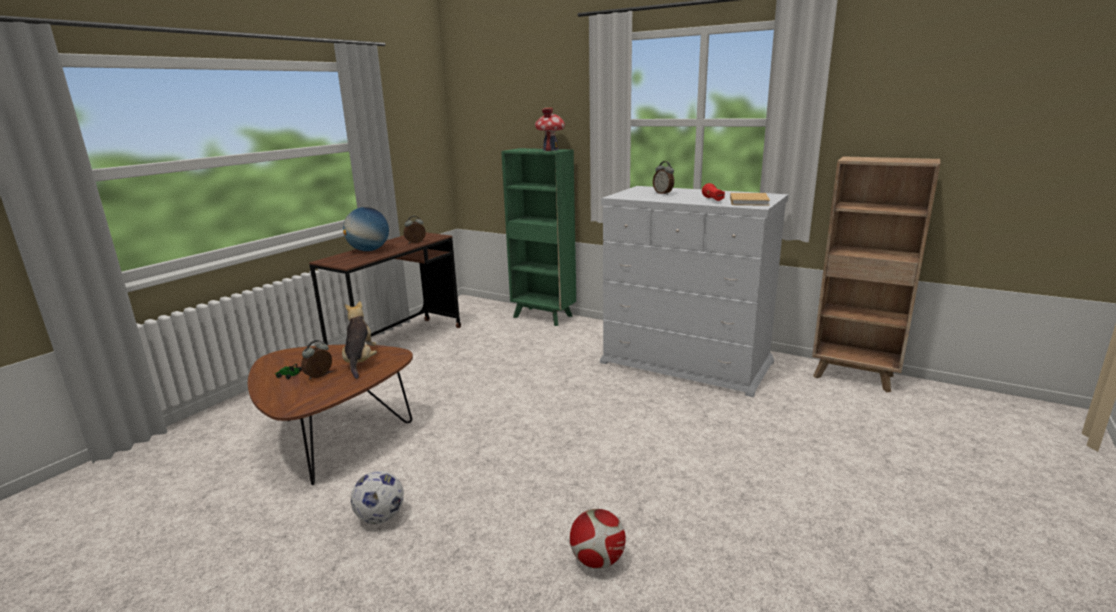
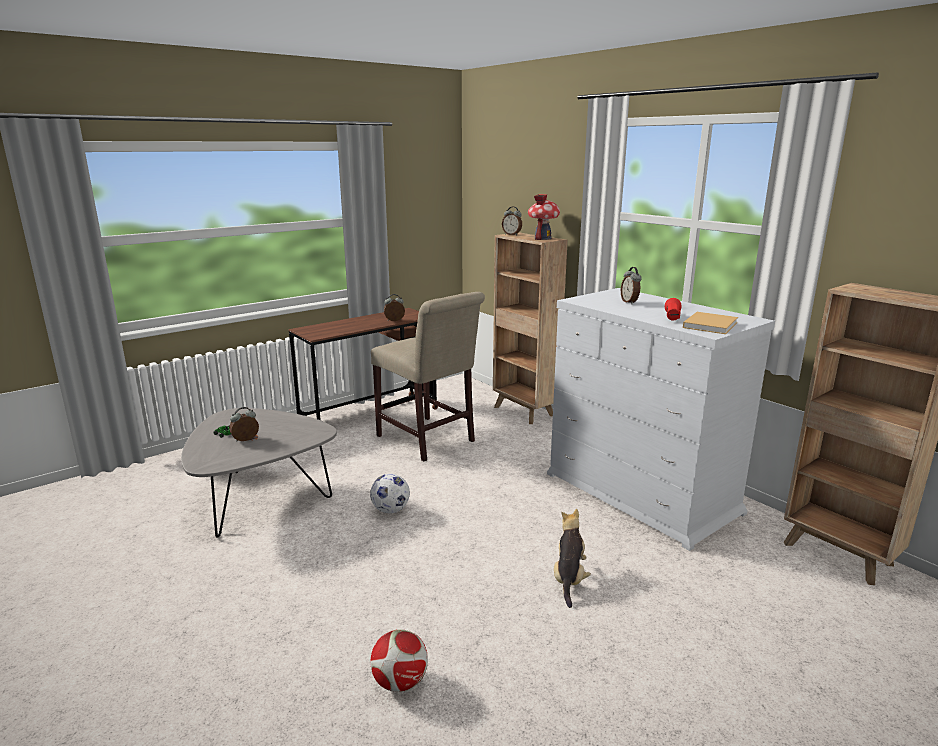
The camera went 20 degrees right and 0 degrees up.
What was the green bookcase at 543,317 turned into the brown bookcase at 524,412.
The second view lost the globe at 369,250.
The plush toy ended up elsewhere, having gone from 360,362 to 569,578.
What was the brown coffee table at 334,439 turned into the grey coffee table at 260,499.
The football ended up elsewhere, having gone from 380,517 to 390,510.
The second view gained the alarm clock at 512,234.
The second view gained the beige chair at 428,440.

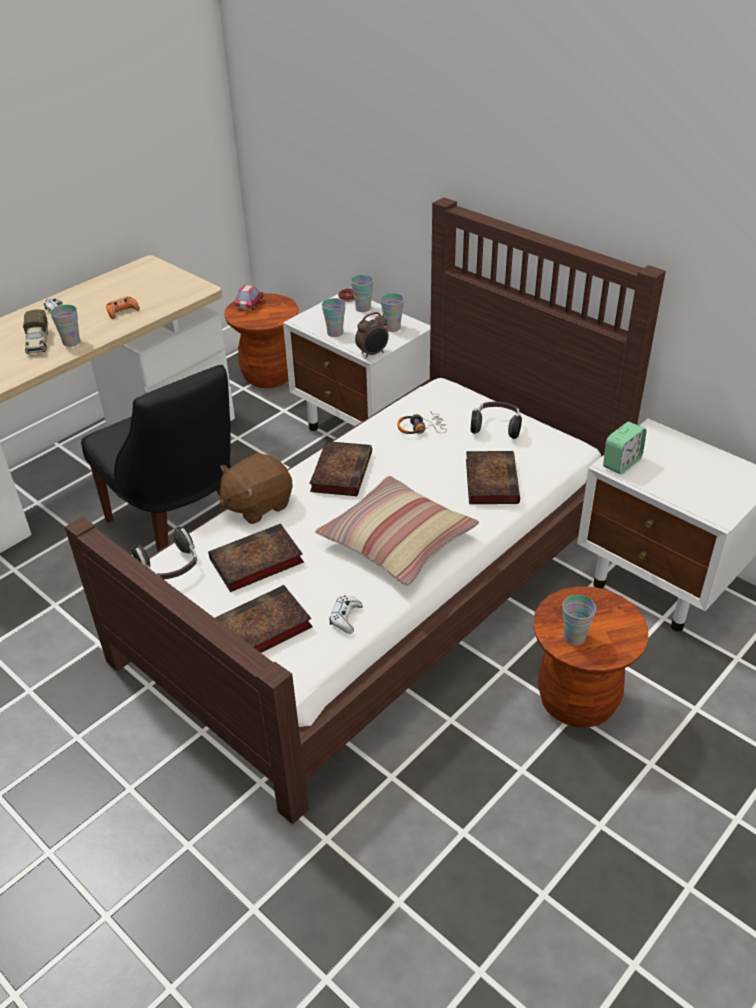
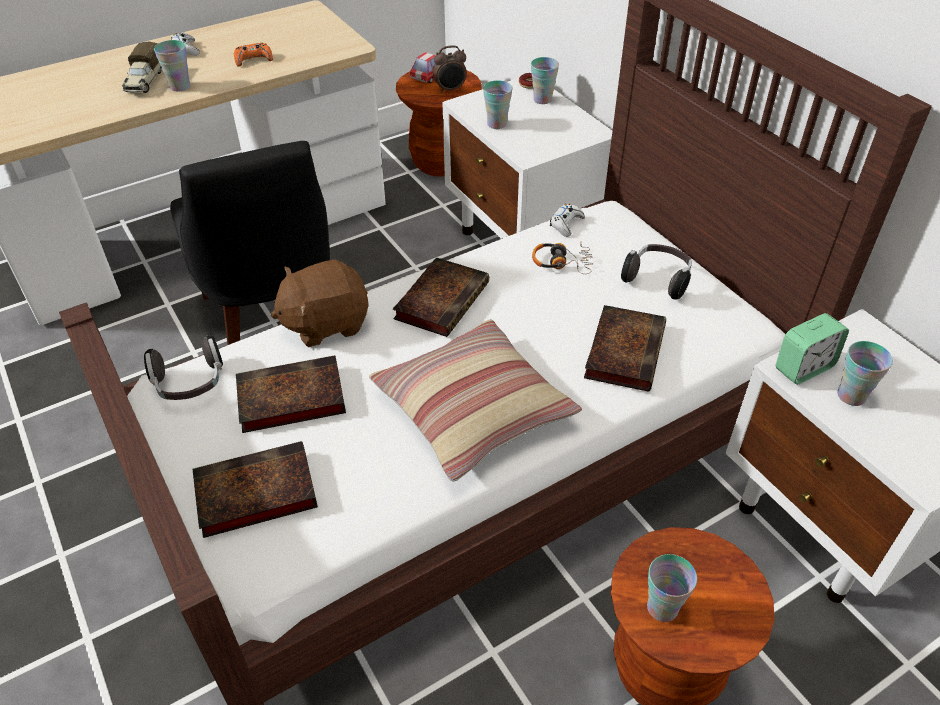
The camera went 15 degrees right and 5 degrees up.
The cup ended up elsewhere, having gone from 392,328 to 851,396.
The alarm clock ended up elsewhere, having gone from 373,354 to 450,90.
The white game controller ended up elsewhere, having gone from 345,617 to 566,224.

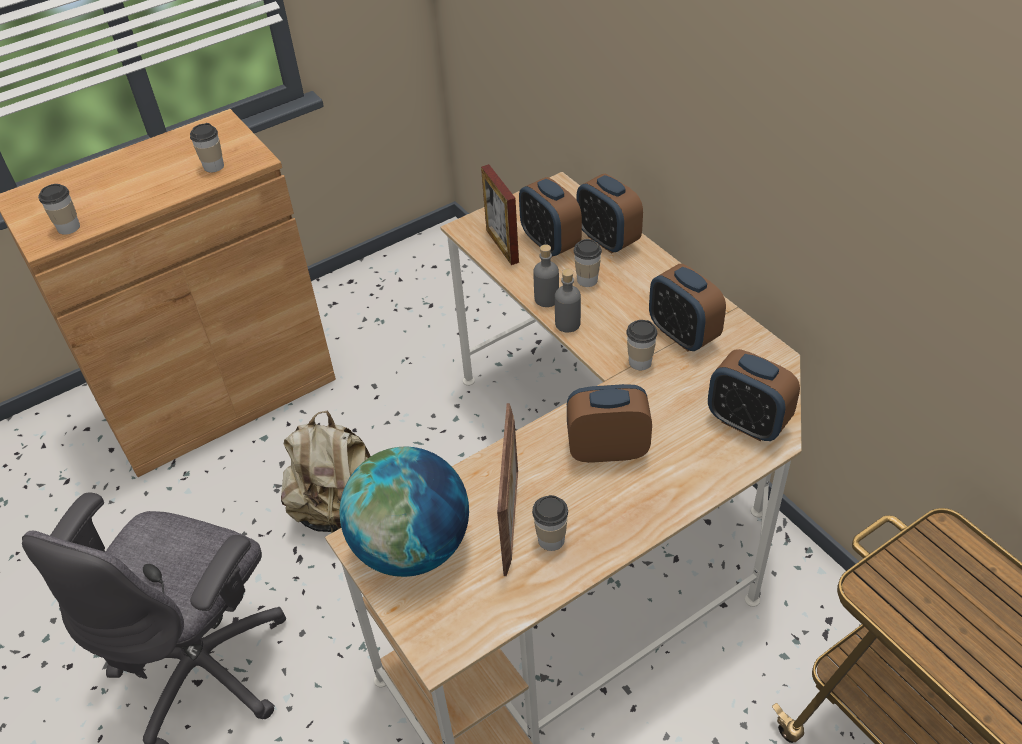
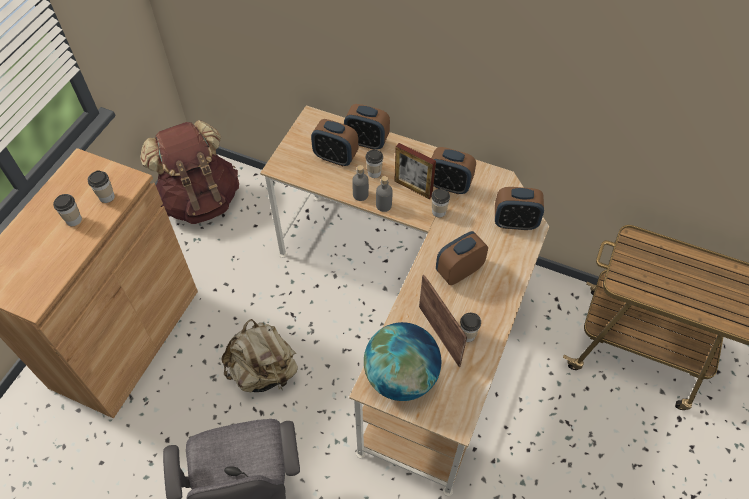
The camera went 35 degrees left and 10 degrees up.
The picture frame ended up elsewhere, having gone from 502,246 to 413,188.
The cup ended up elsewhere, having gone from 68,227 to 74,220.
The second view gained the brown backpack at 200,200.

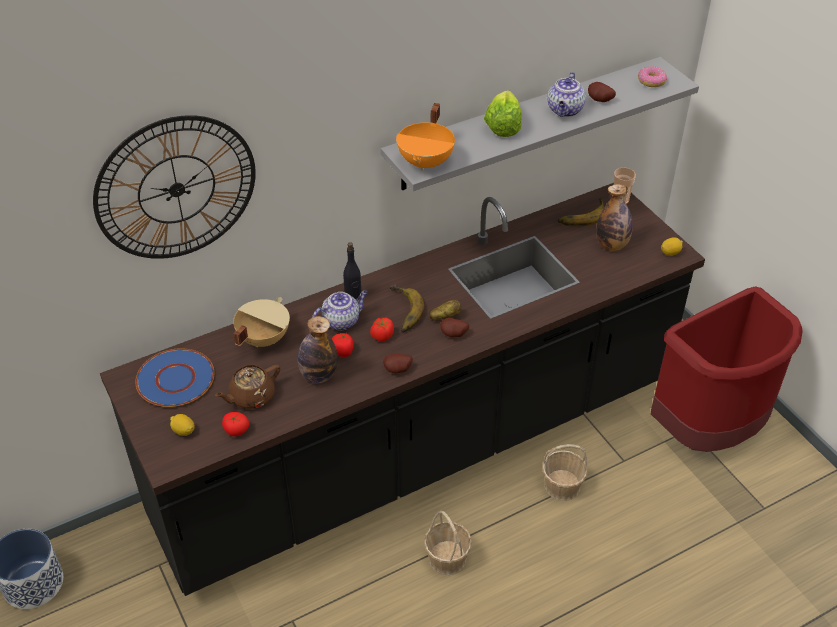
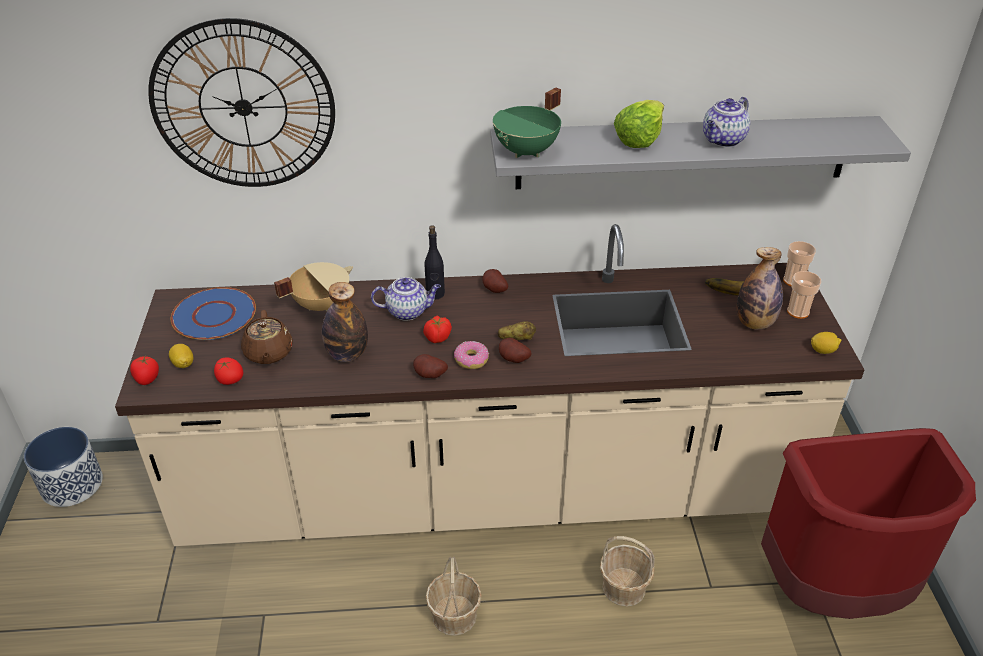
The camera went 25 degrees right and 5 degrees down.
The donut ended up elsewhere, having gone from 651,81 to 471,360.
The potato ended up elsewhere, having gone from 599,101 to 493,290.
What was the orange cooking pot at 426,162 turned into the green cooking pot at 527,152.
What was the black counter at 418,449 turned into the beige counter at 491,492.
The second view lost the banana at 401,311.
The tomato ended up elsewhere, having gone from 343,351 to 147,379.
The brown teapot at 251,396 ended up facing another way, 90 degrees counterclockwise from before.
The second view gained the cup at 798,312.

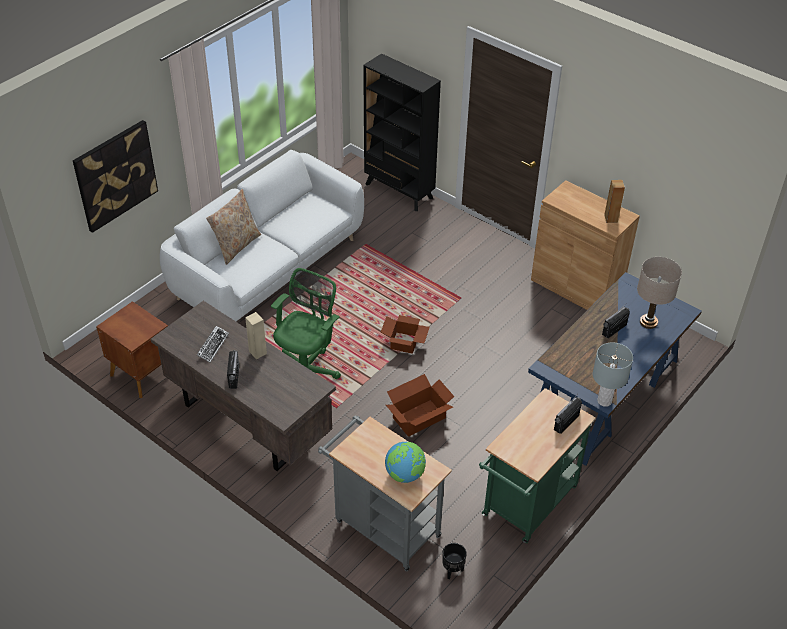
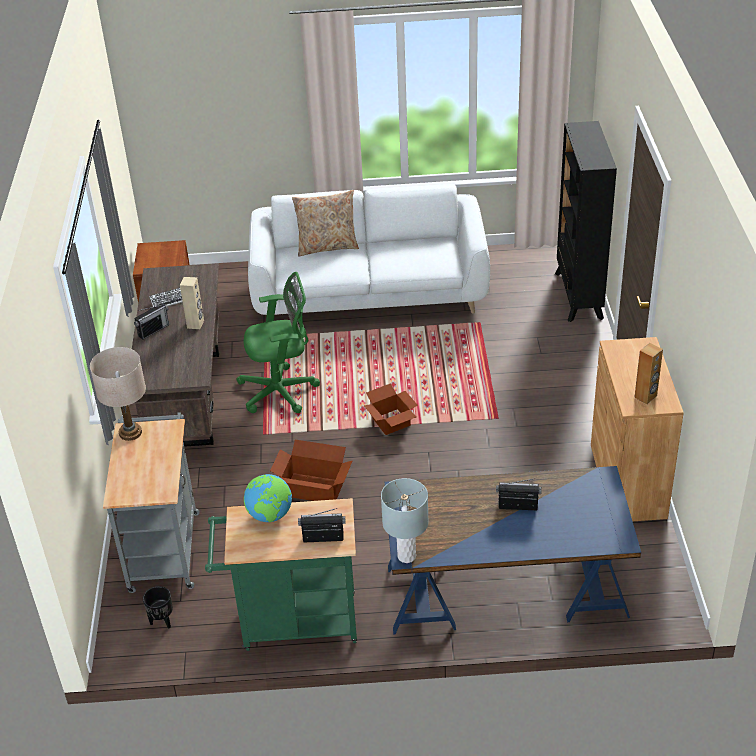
The camera went 50 degrees right and 5 degrees down.
The second view lost the picture at 115,175.
The beige table lamp ended up elsewhere, having gone from 648,322 to 130,432.
The globe ended up elsewhere, having gone from 405,474 to 270,515.

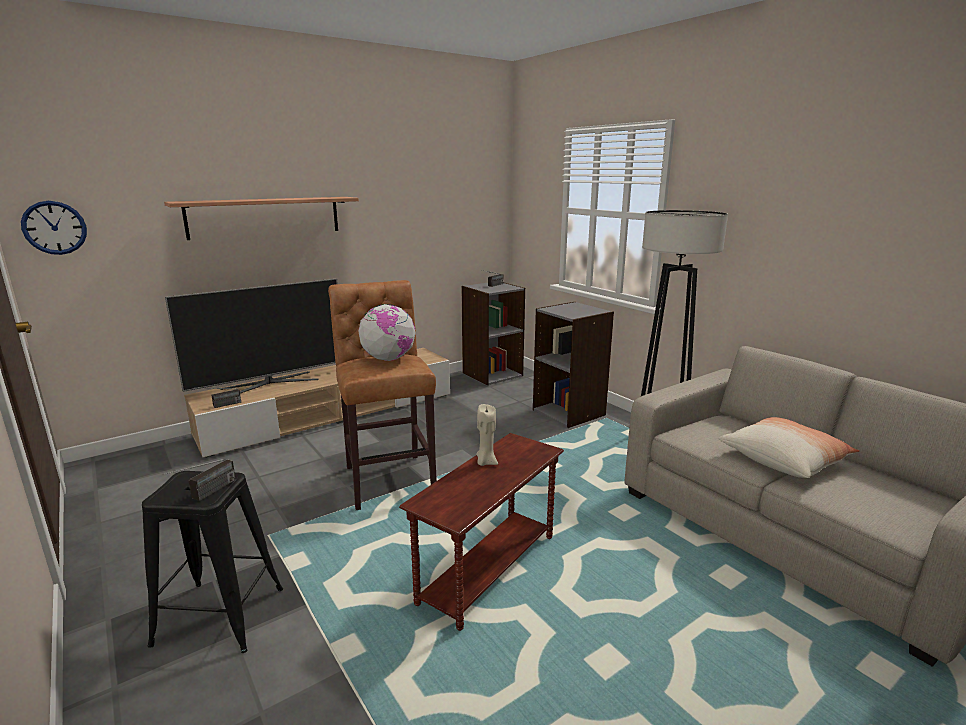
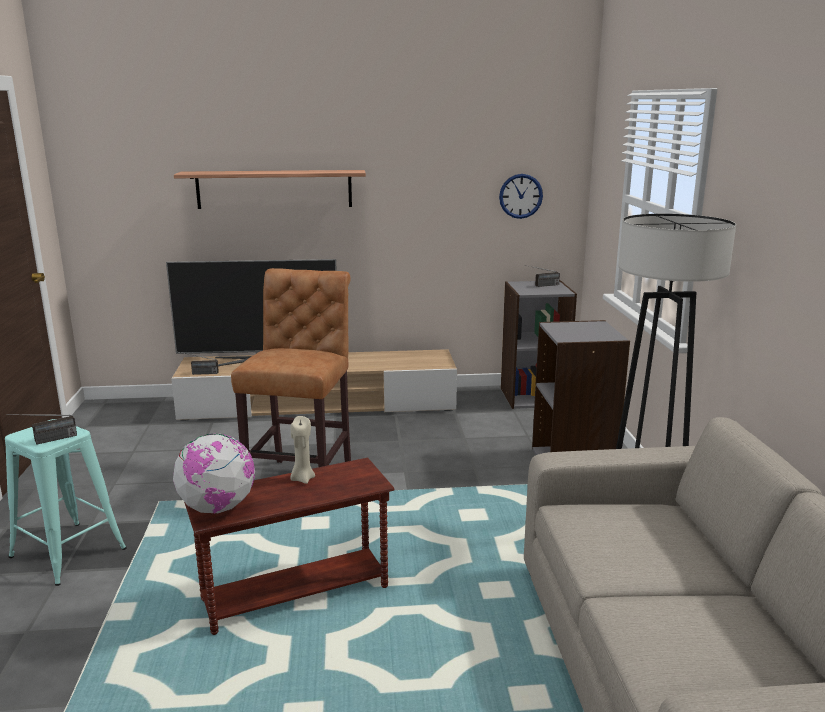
The camera went 30 degrees right and 0 degrees up.
The wall clock ended up elsewhere, having gone from 54,227 to 520,196.
The globe ended up elsewhere, having gone from 388,359 to 218,507.
The second view lost the pillow at 784,460.
What was the black stool at 219,616 turned into the turquoise stool at 68,552.

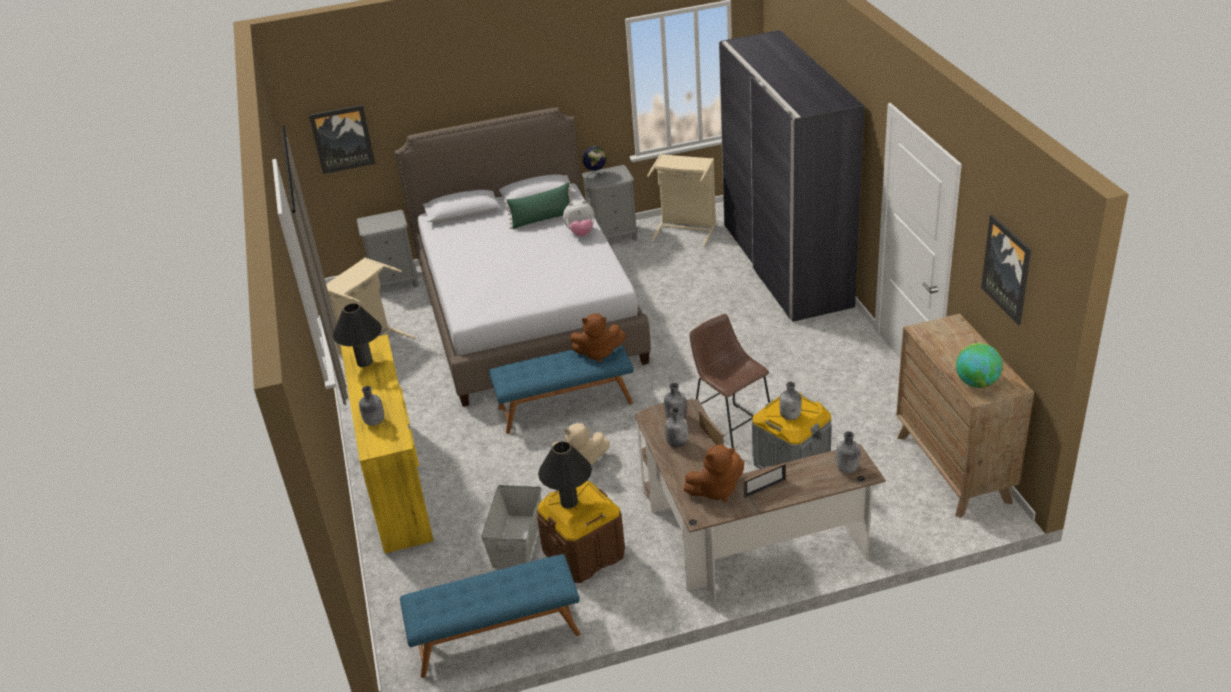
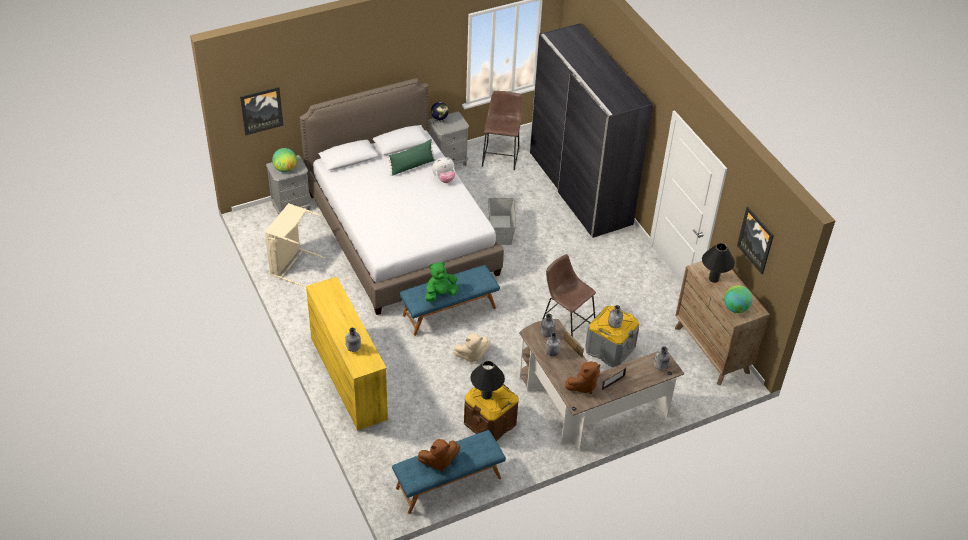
The camera went 15 degrees left and 10 degrees up.
Where the beige laundry basket stood at 686,229, the brown stool came to stand at 501,155.
The black table lamp ended up elsewhere, having gone from 365,362 to 714,278.
The brown plush toy ended up elsewhere, having gone from 598,353 to 438,461.
The grey storage box ended up elsewhere, having gone from 517,541 to 501,229.
The second view gained the globe at 285,169.
The second view gained the green plush toy at 440,294.

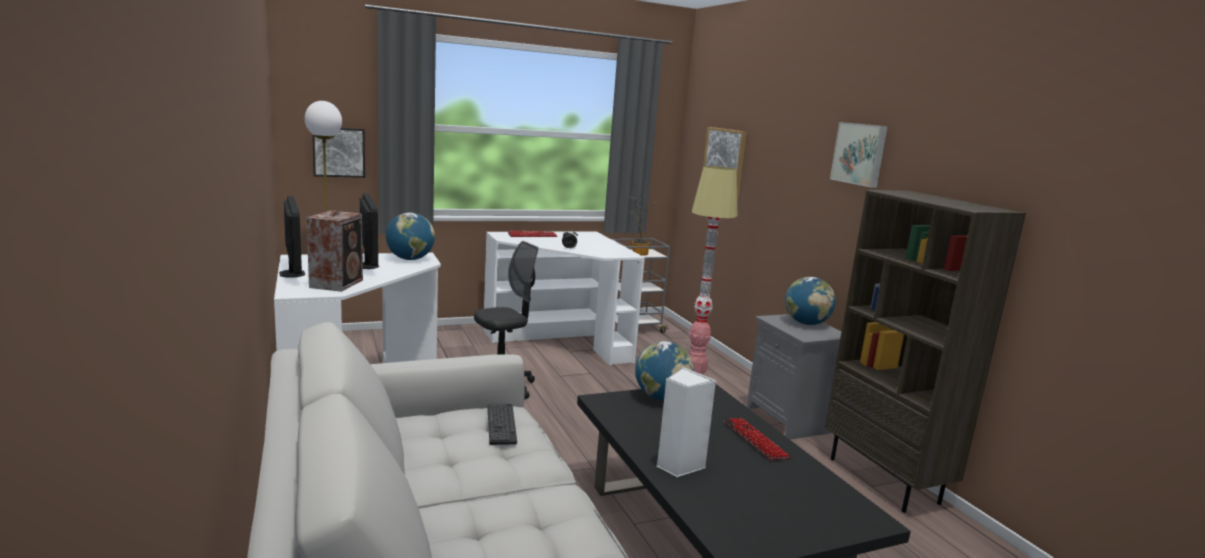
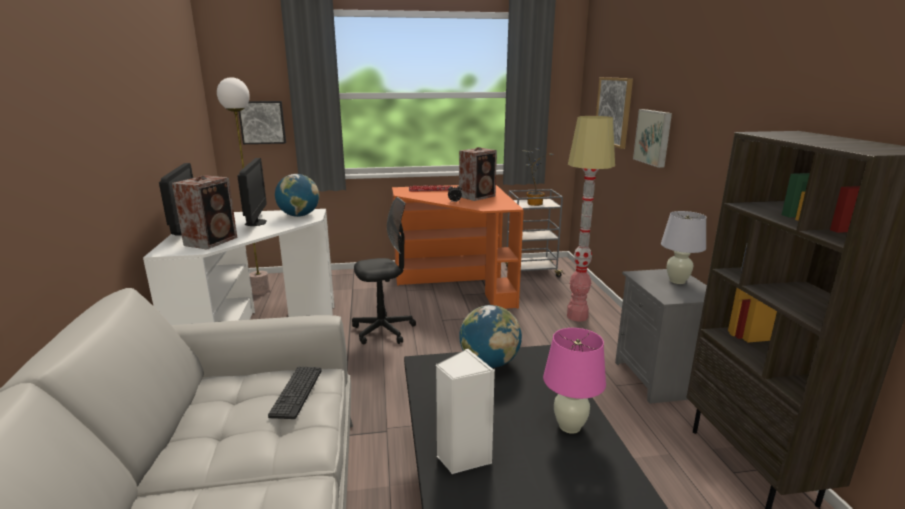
The camera went 15 degrees right and 5 degrees up.
The picture ended up elsewhere, having gone from 860,154 to 654,137.
What was the white desk at 560,341 turned into the orange desk at 458,285.
Where the globe stood at 806,323, the white table lamp came to stand at 677,281.
Where the keyboard stood at 755,440, the pink table lamp came to stand at 569,426.
The second view gained the speaker at 478,196.

